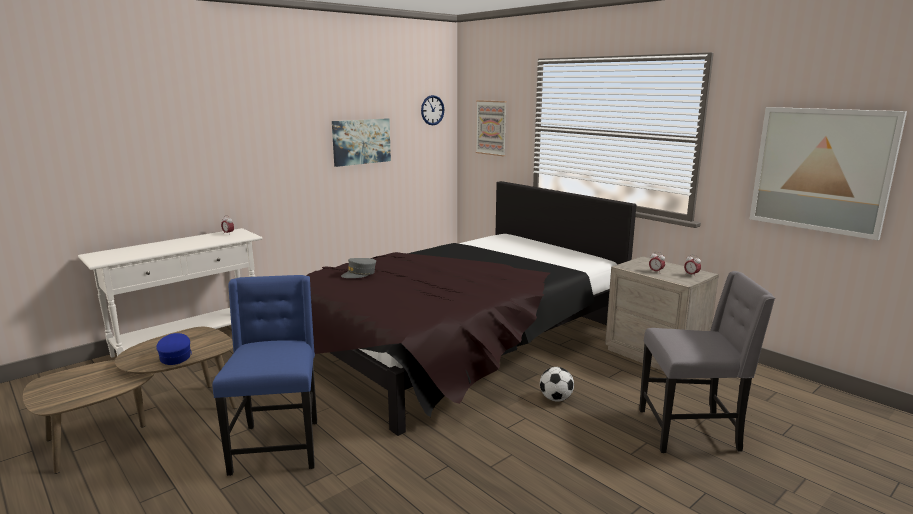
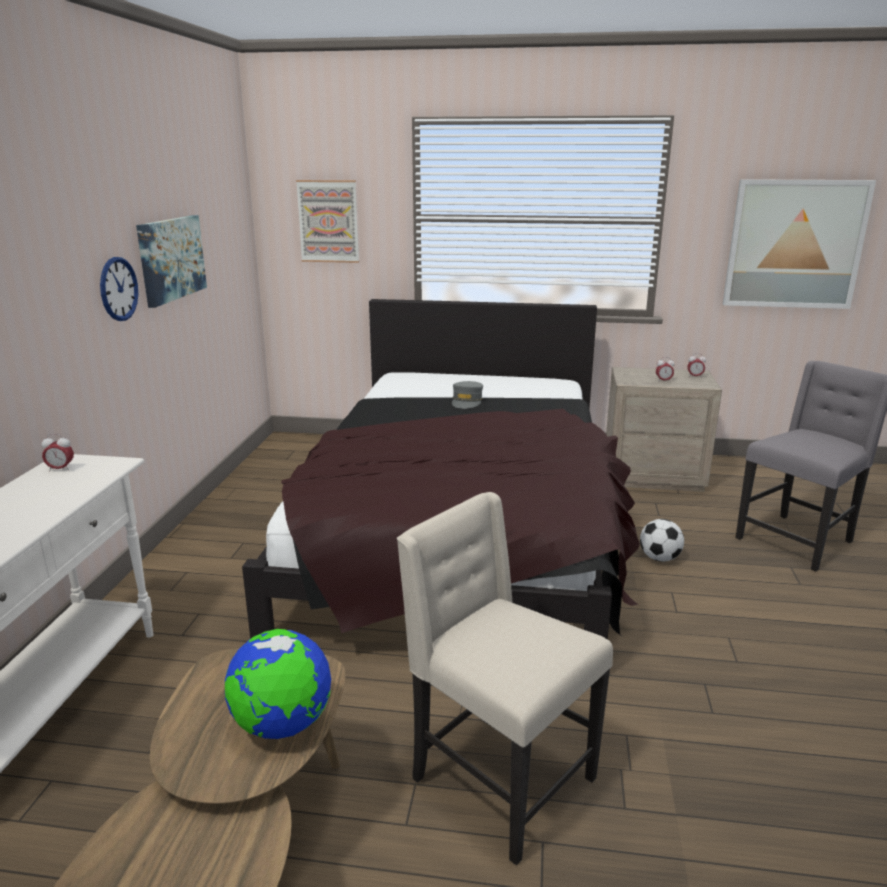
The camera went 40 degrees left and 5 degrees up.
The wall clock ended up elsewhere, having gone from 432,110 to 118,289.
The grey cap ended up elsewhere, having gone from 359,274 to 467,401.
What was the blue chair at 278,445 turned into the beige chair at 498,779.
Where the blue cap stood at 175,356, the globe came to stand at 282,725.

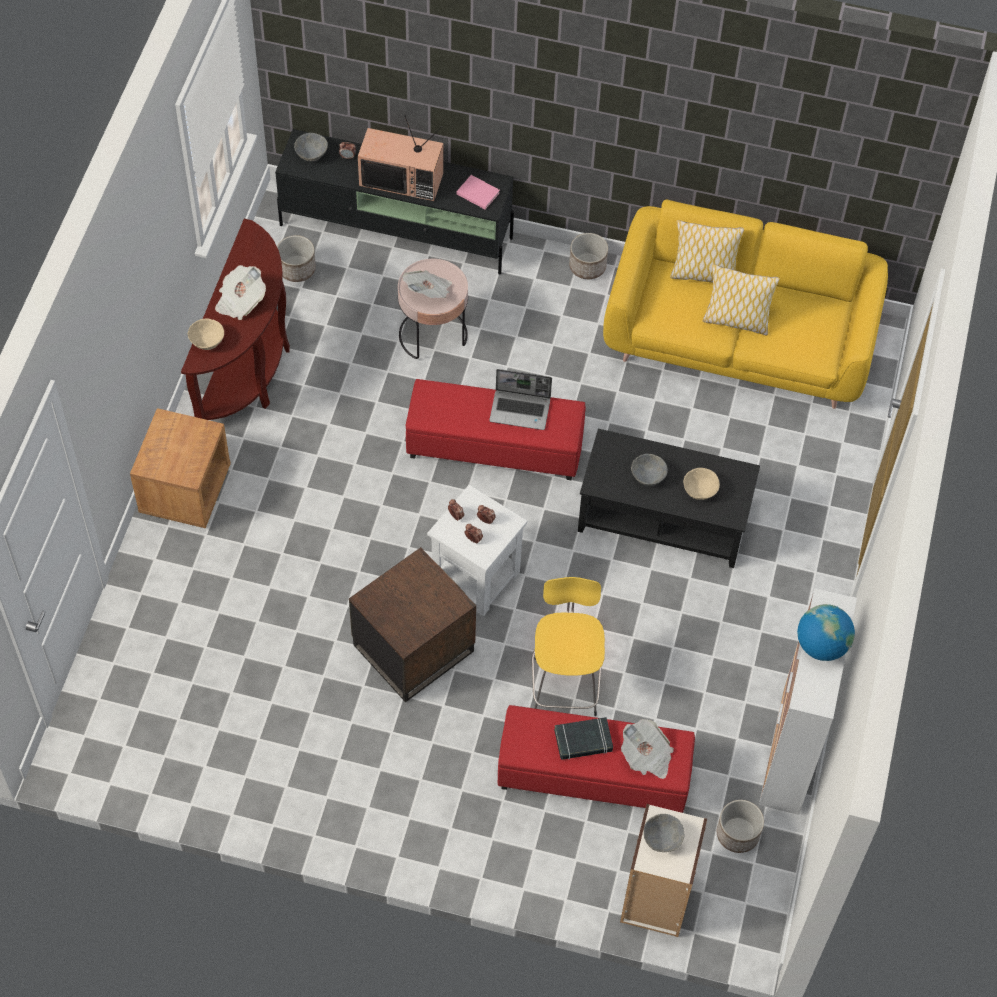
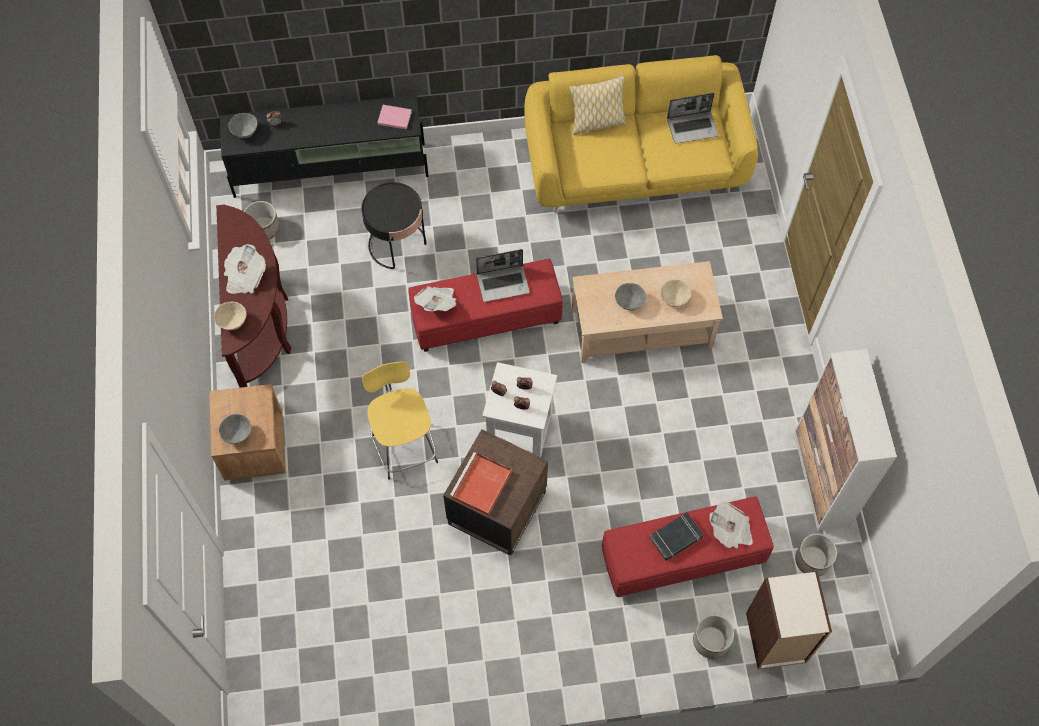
The camera went 20 degrees left and 5 degrees up.
The second view lost the television at 403,178.
The planter ended up elsewhere, having gone from 587,266 to 711,640.
What was the pink side table at 433,334 turned into the black side table at 397,244.
The second view lost the pillow at 736,320.
The newspaper ended up elsewhere, having gone from 429,292 to 437,304.
What was the black coffee table at 664,516 turned into the beige coffee table at 641,326.
The yellow stool ended up elsewhere, having gone from 565,683 to 404,446.
The second view lost the globe at 821,645.
The grey bowl ended up elsewhere, having gone from 662,839 to 237,434.
The second view gained the laptop at 692,127.
The second view gained the red tray at 481,486.

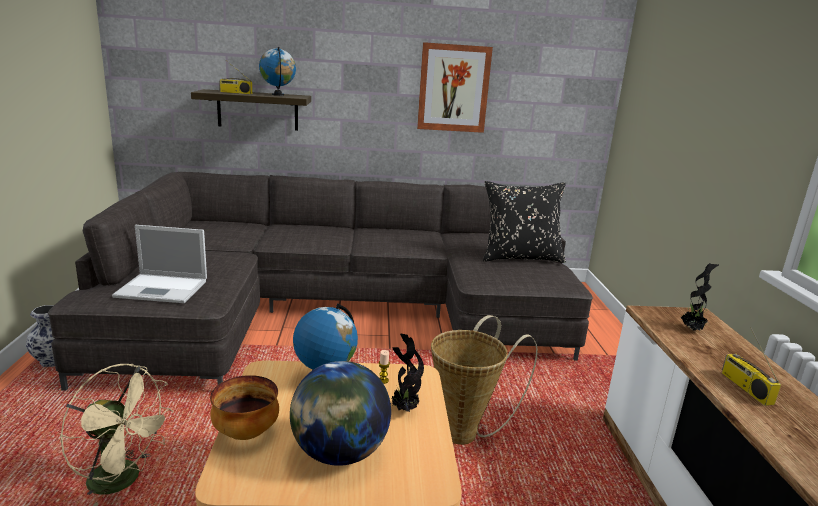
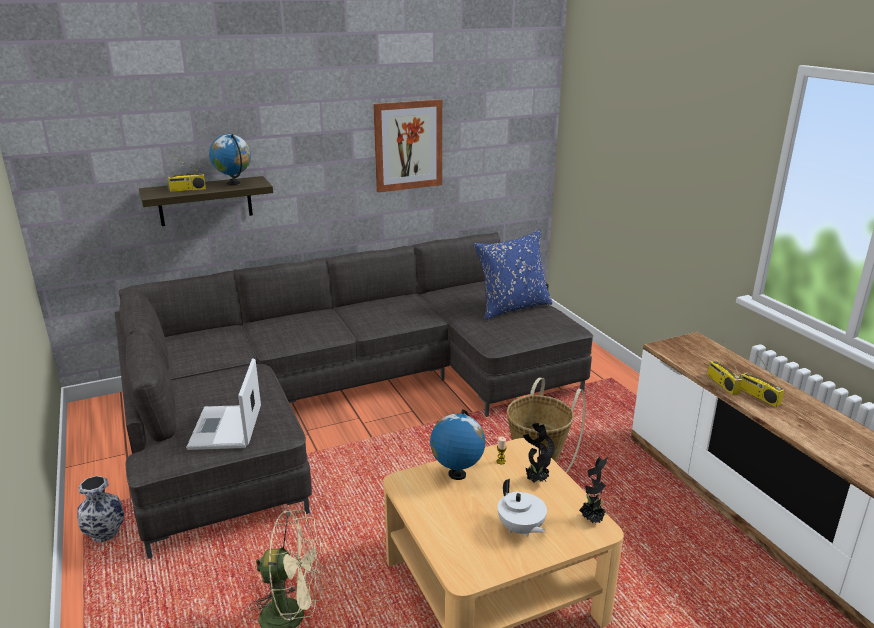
The camera went 20 degrees left and 5 degrees up.
What was the black pillow at 520,257 turned into the blue pillow at 512,307.
The laptop at 163,289 ended up facing another way, 105 degrees clockwise from before.
The potted plant ended up elsewhere, having gone from 692,329 to 592,520.
Where the globe stood at 339,453, the white teapot came to stand at 520,529.
The second view lost the bowl at 247,432.
The second view gained the radio at 721,384.

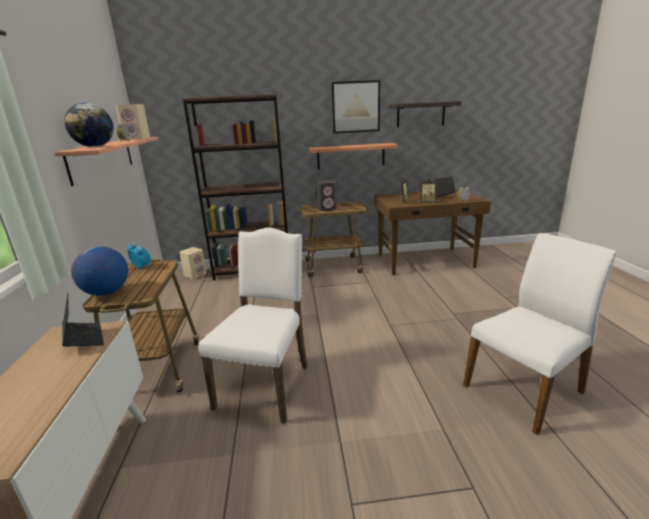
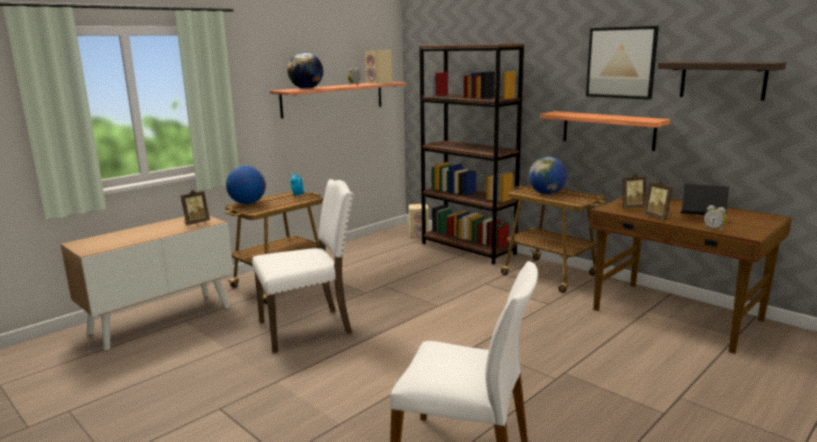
The camera went 50 degrees right and 5 degrees down.
Where the grey speaker stood at 326,208, the globe came to stand at 546,193.
Where the laptop stood at 84,339, the picture frame came to stand at 196,223.

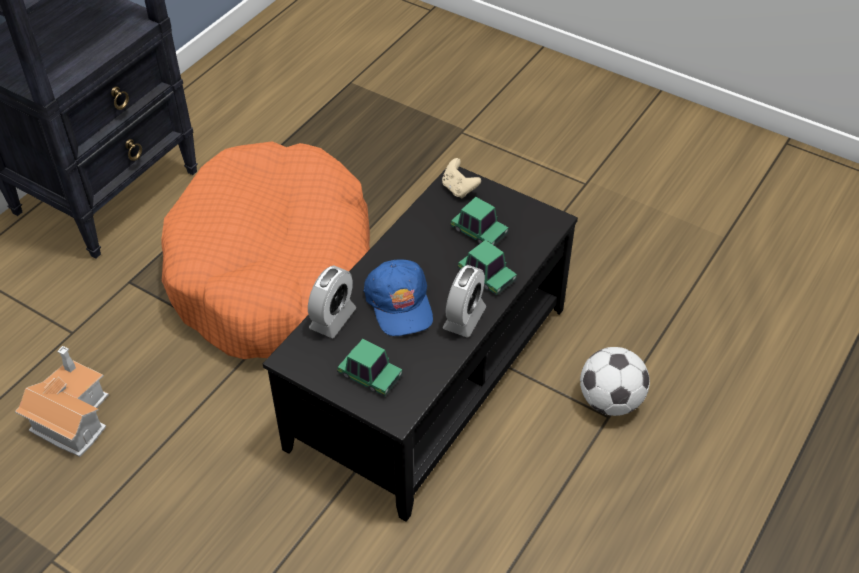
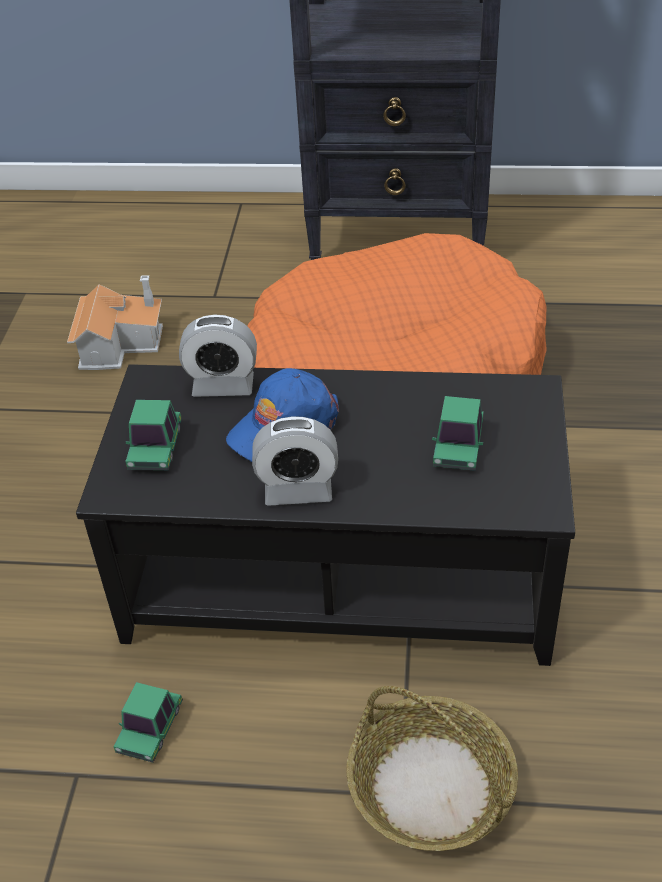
The camera went 65 degrees right and 5 degrees down.
The second view lost the beige game controller at 459,189.
The toy car ended up elsewhere, having gone from 486,276 to 150,728.
Where the football stood at 610,401, the basket came to stand at 429,786.

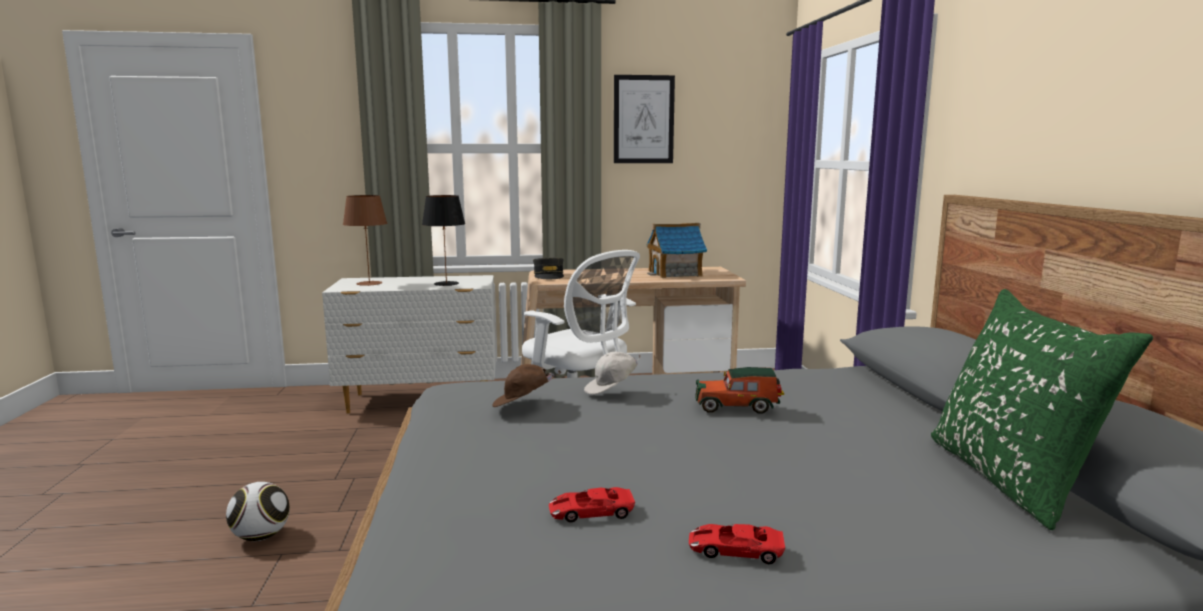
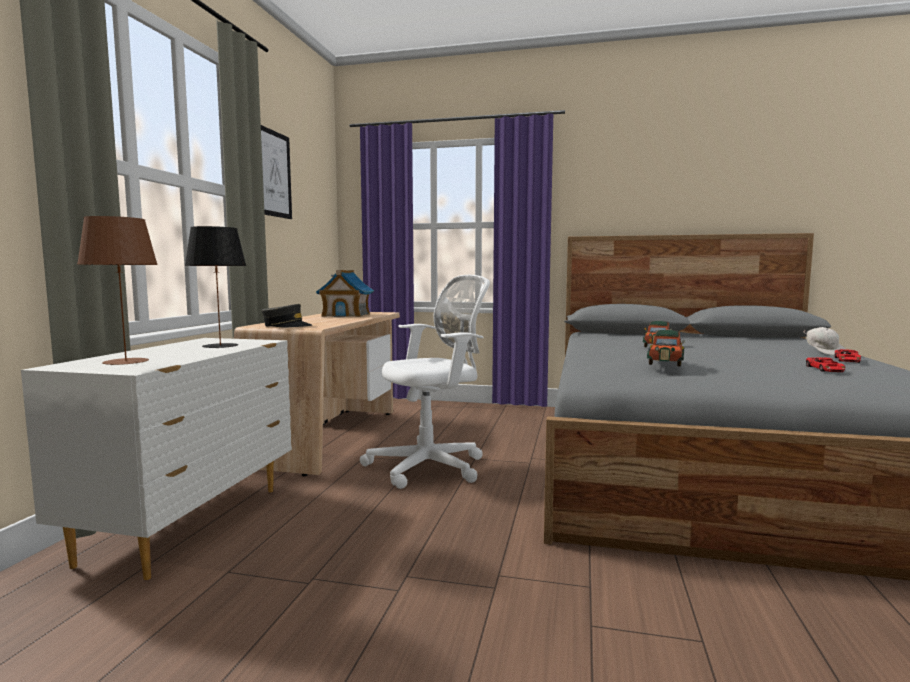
The camera went 70 degrees left and 5 degrees down.
The second view lost the green pillow at 1011,479.
The white cap ended up elsewhere, having gone from 612,389 to 824,352.
Where the brown cap stood at 522,404, the toy car came to stand at 665,361.
The second view lost the football at 261,536.

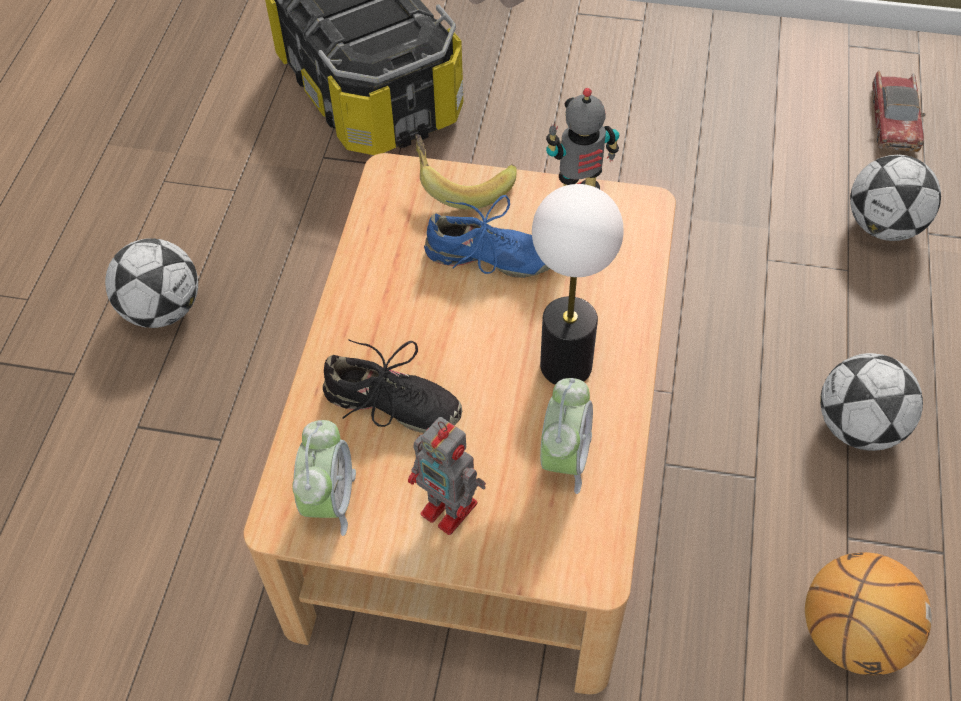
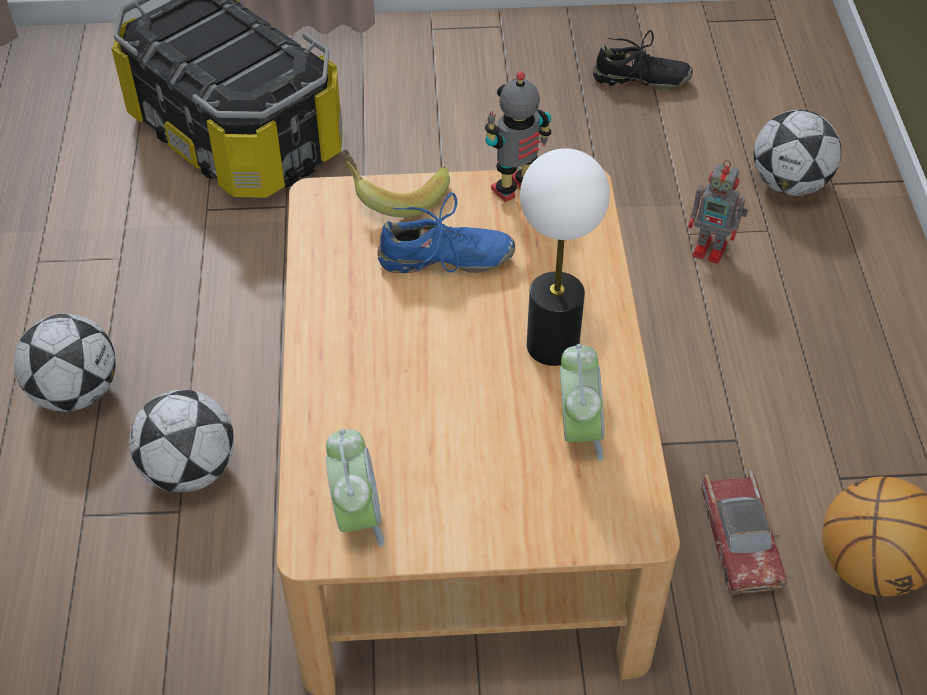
The camera went 15 degrees left and 5 degrees down.
The toy car ended up elsewhere, having gone from 893,120 to 739,541.
The black shoe ended up elsewhere, having gone from 392,406 to 640,80.
The football ended up elsewhere, having gone from 858,427 to 190,470.
The toy robot ended up elsewhere, having gone from 451,510 to 712,249.

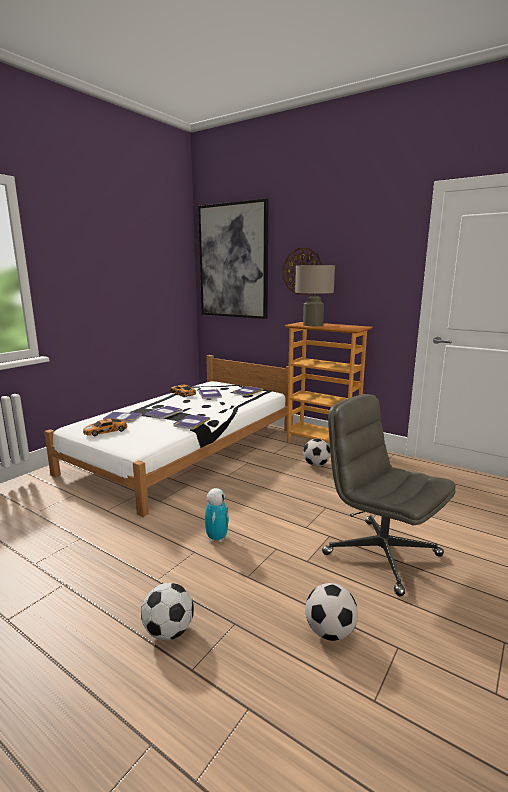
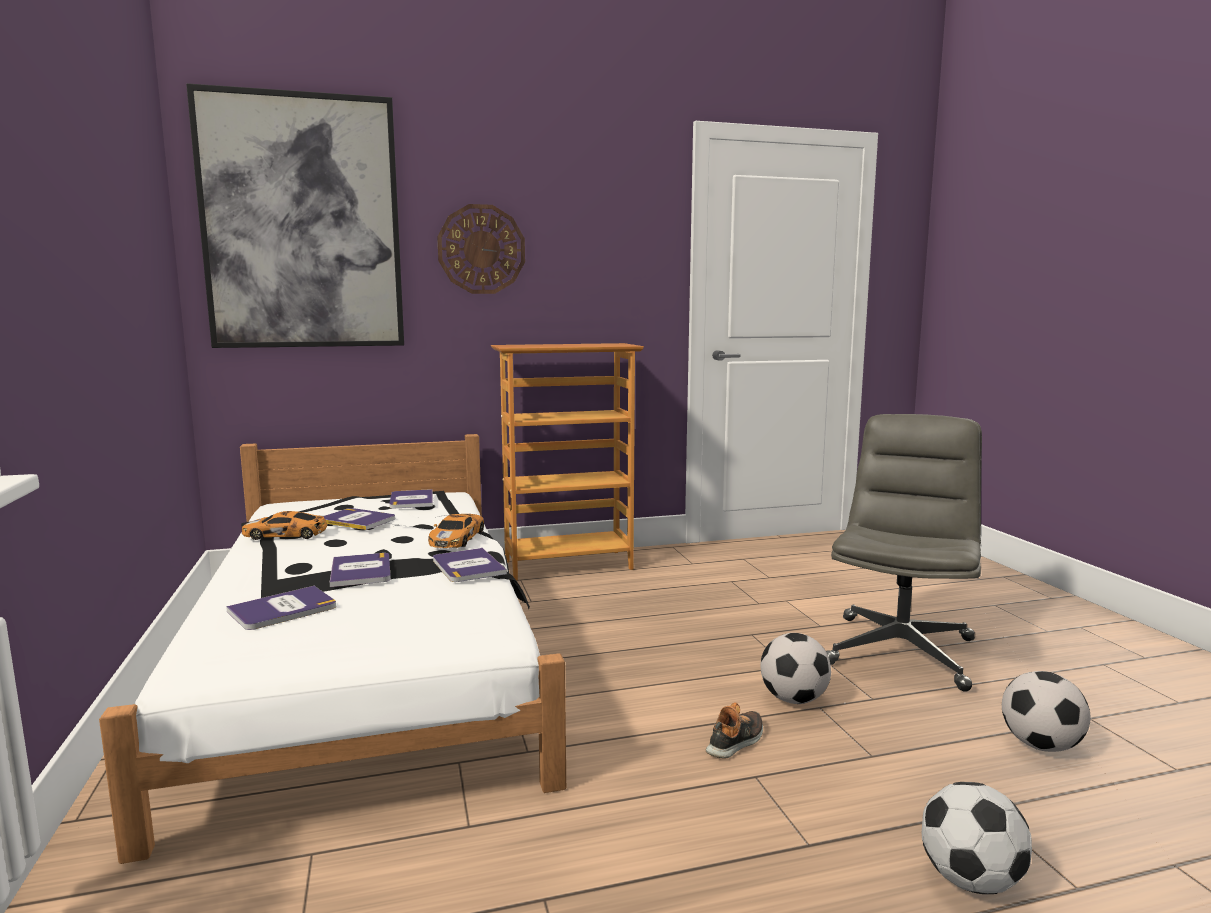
The camera went 50 degrees left and 5 degrees down.
The second view lost the beige table lamp at 313,325.
The grey office chair at 380,554 ended up facing another way, 120 degrees clockwise from before.
The toy car ended up elsewhere, having gone from 106,431 to 457,538.
The football ended up elsewhere, having gone from 316,465 to 793,699.
Where the toy robot stood at 217,538, the shoe came to stand at 736,741.

